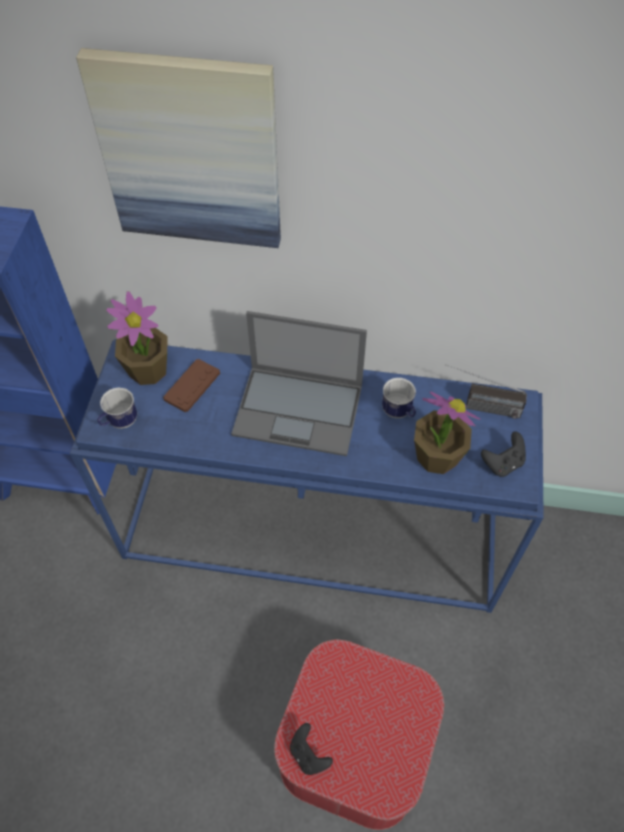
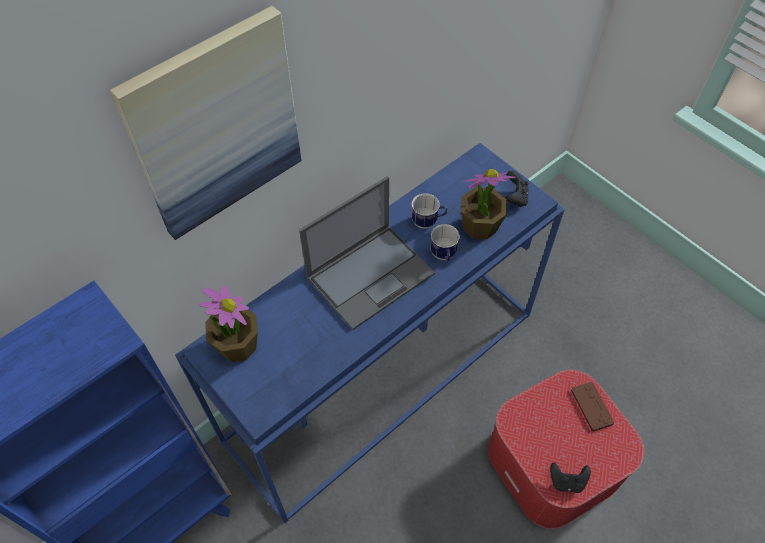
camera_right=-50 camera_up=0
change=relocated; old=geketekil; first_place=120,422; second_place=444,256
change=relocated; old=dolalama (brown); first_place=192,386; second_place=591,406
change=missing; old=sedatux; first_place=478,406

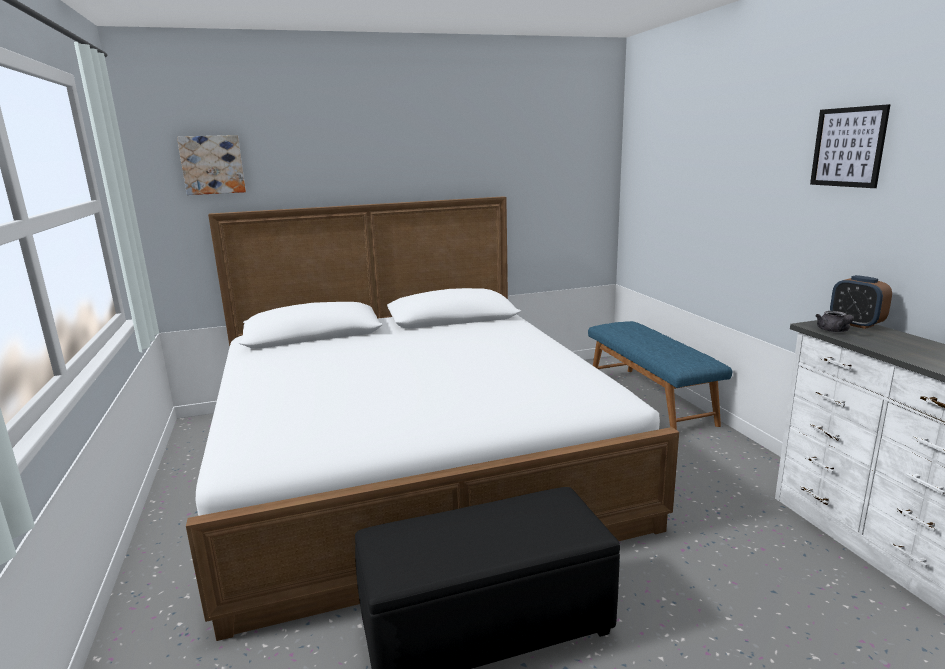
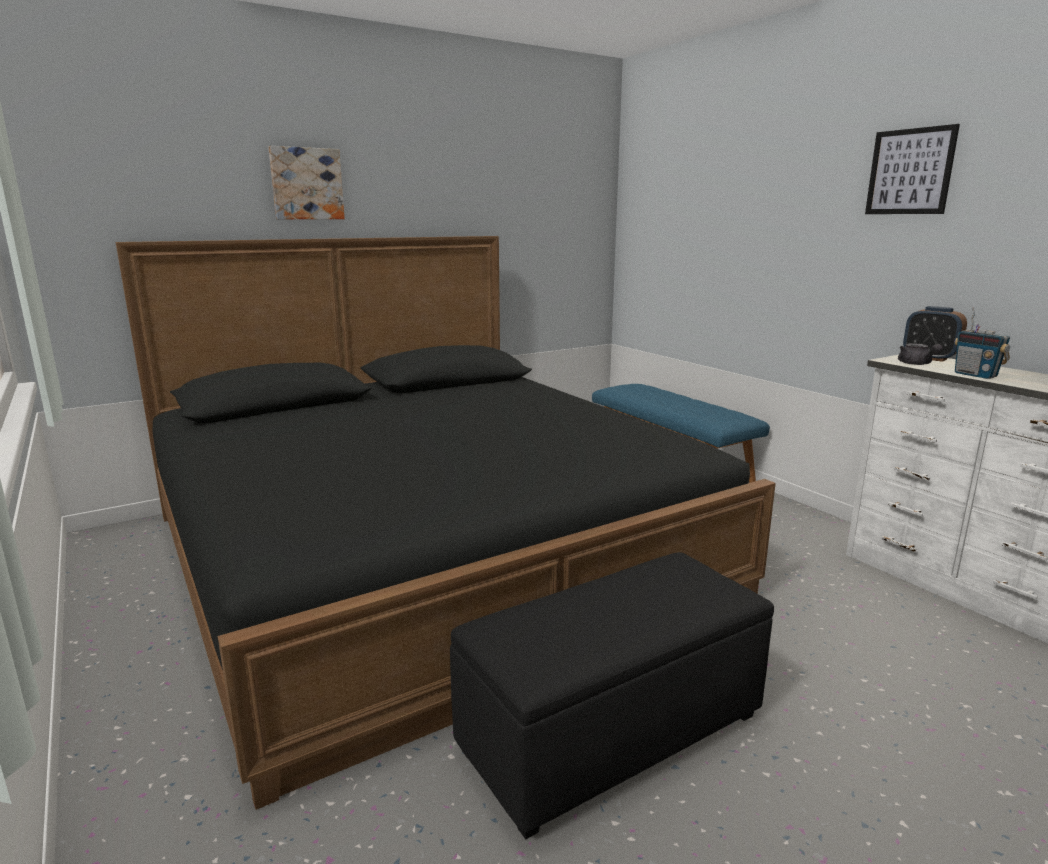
camera_right=-15 camera_up=0
change=relocated; old=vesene; first_place=212,165; second_place=306,184
change=colour; old=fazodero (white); new=fazodero (black); first_place=411,459; second_place=425,553
change=appeared; new=sedatux; second_place=975,375

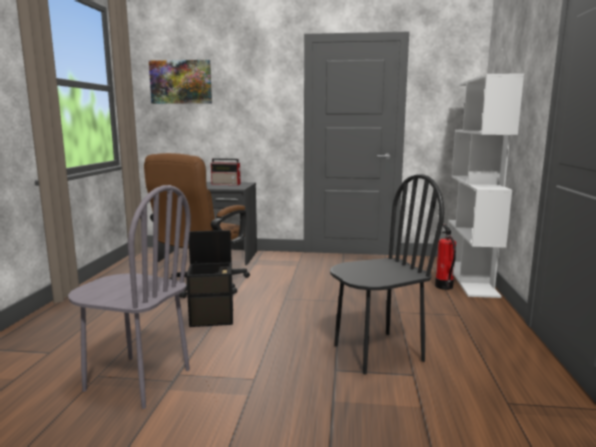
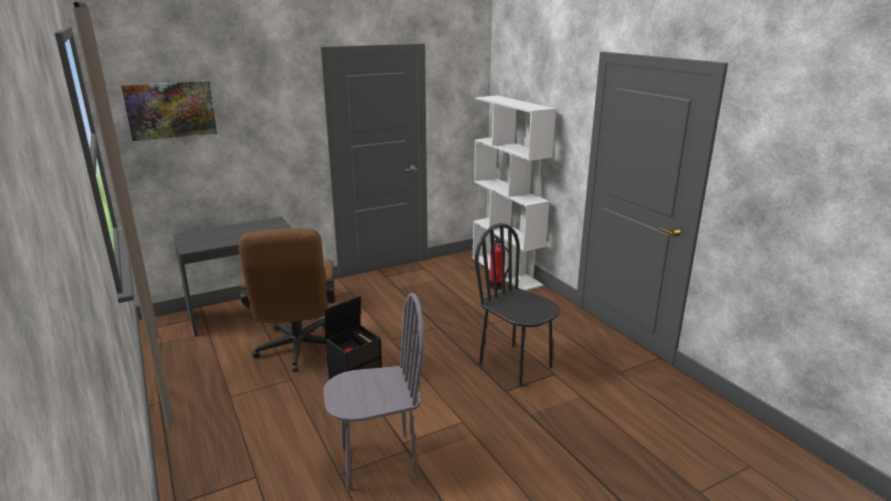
camera_right=-35 camera_up=10
change=missing; old=sedatux; first_place=227,184
change=spun; old=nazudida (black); first_place=377,352; second_place=515,365; degrees=-75

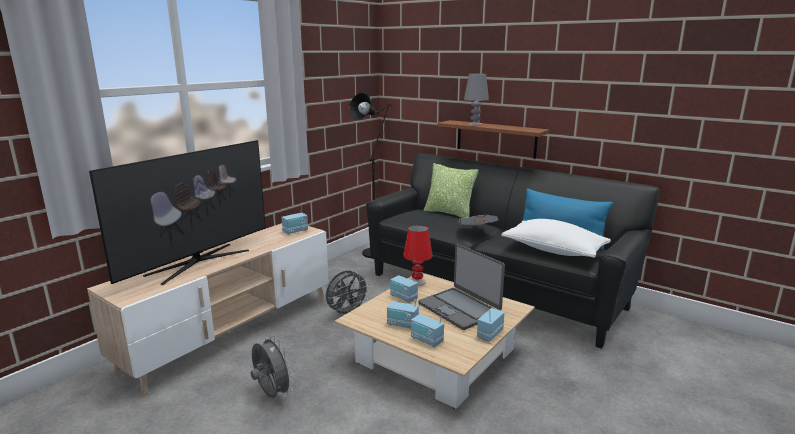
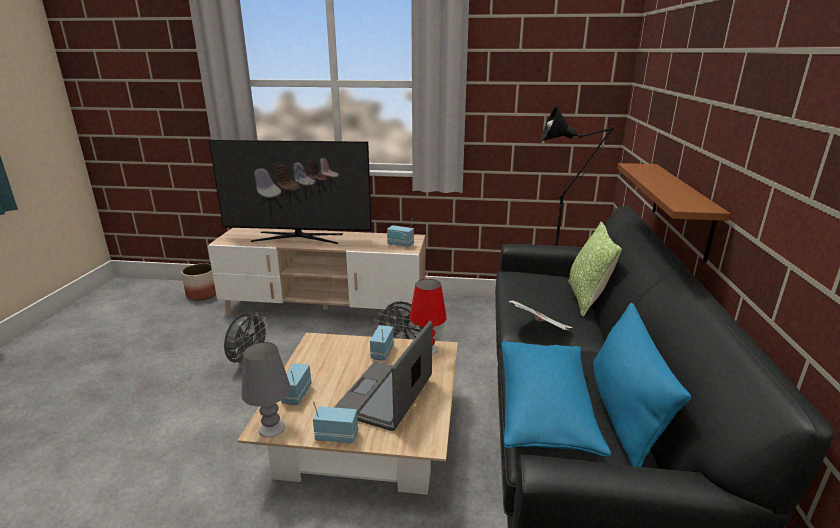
camera_right=60 camera_up=5
change=missing; old=sedatux; first_place=402,325
change=relocated; old=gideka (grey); first_place=475,124; second_place=272,428
change=colour; old=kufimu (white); new=kufimu (blue); first_place=554,250; second_place=544,410
change=appeared; new=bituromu; second_place=203,294

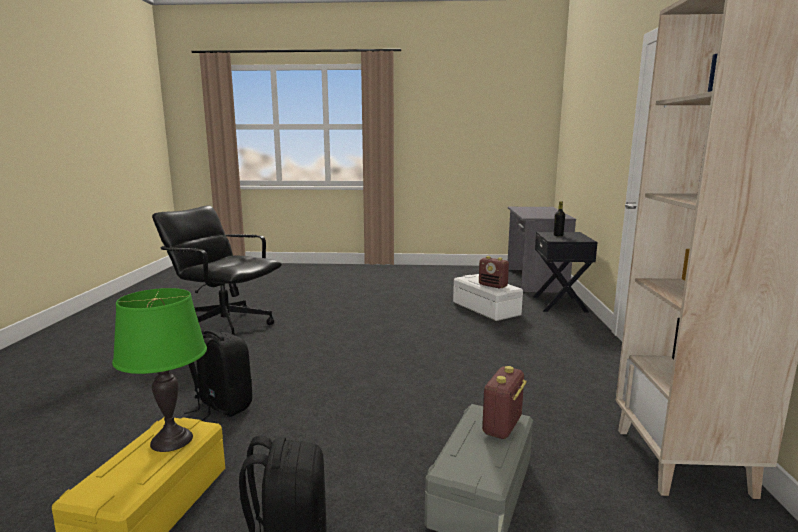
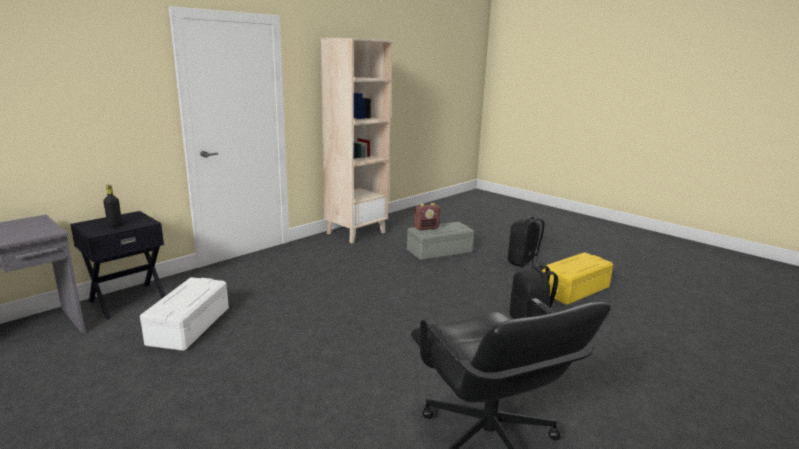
camera_right=-140 camera_up=5
change=missing; old=gideka (green); first_place=172,440
change=missing; old=sedatux; first_place=493,286

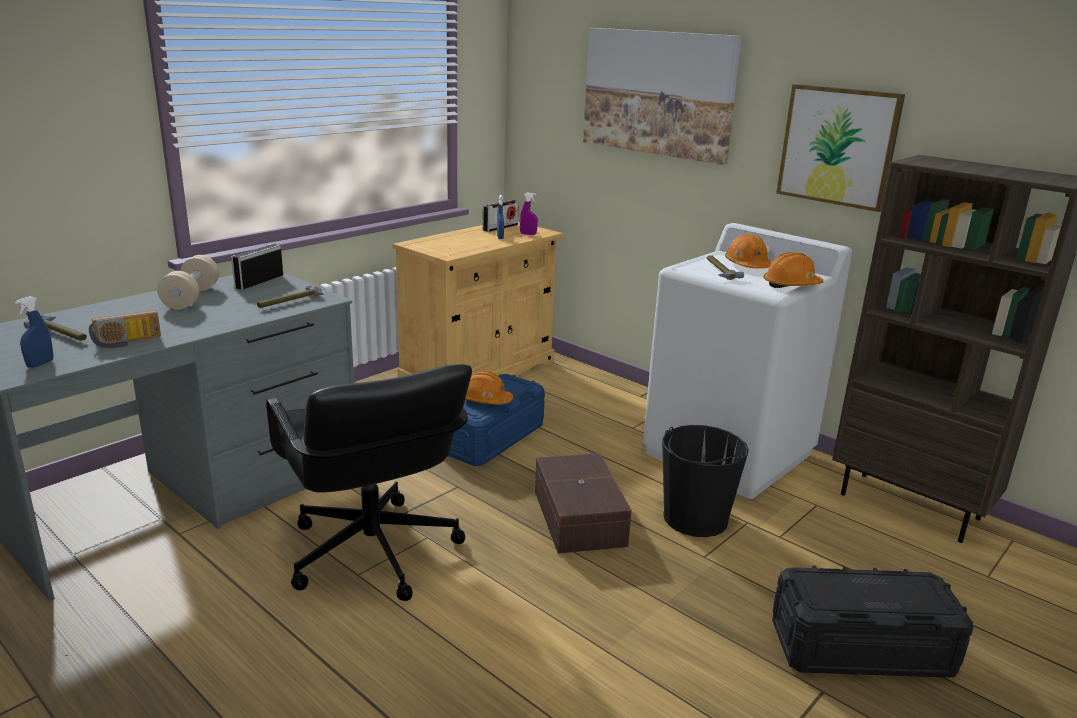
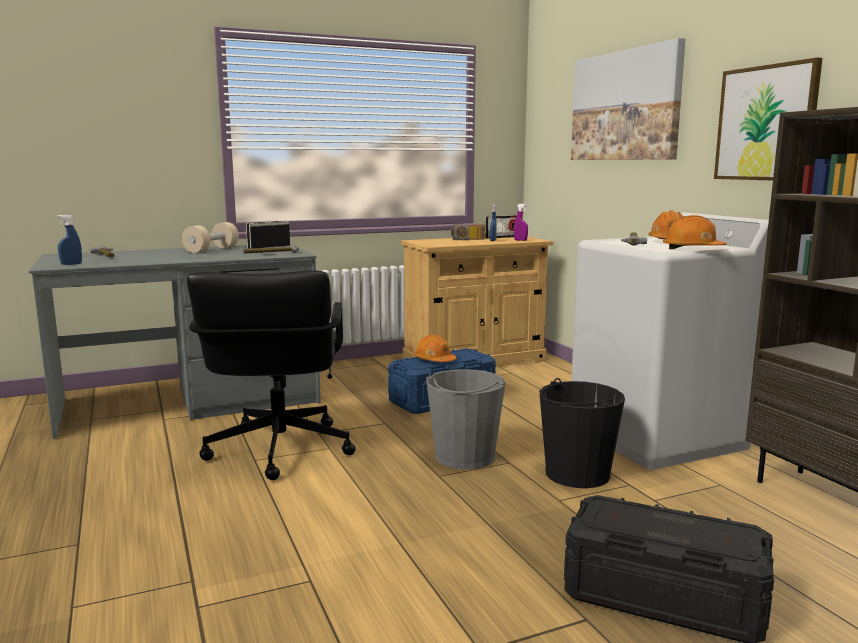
camera_right=25 camera_up=-10
change=relocated; old=sedatux; first_place=127,342; second_place=468,239
change=exchanged; old=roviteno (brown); new=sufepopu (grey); first_place=577,518; second_place=464,456

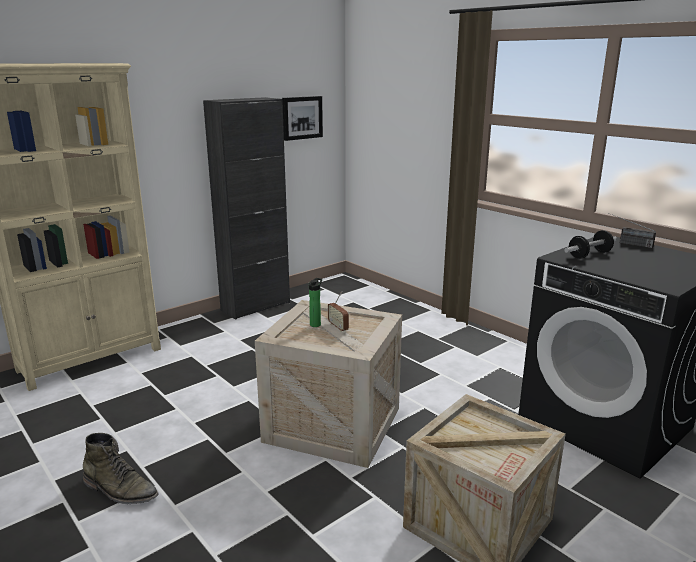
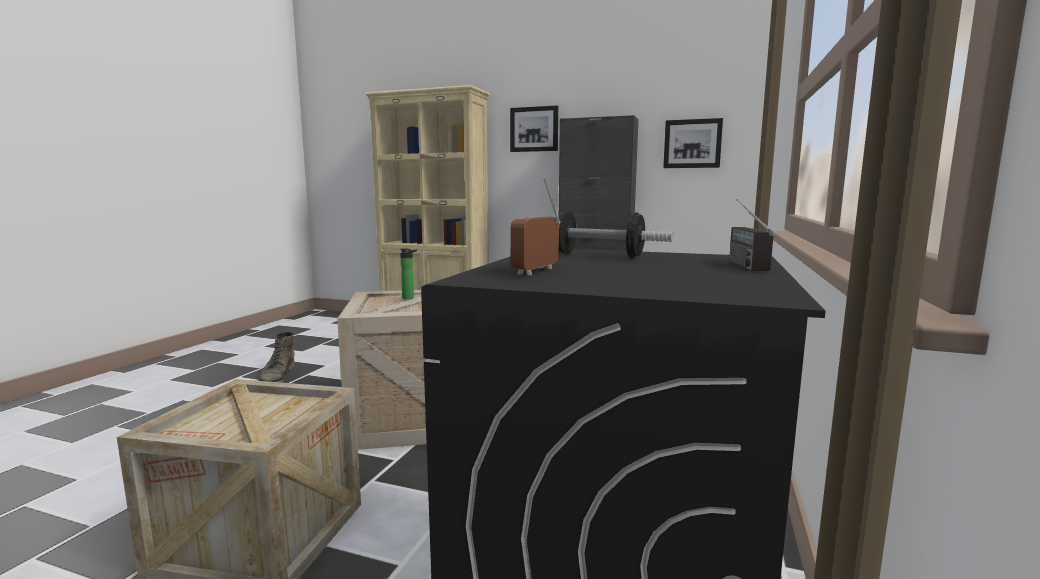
camera_right=60 camera_up=-10
change=relocated; old=sedatux; first_place=338,327; second_place=536,271
change=appeared; new=vesene; second_place=534,129

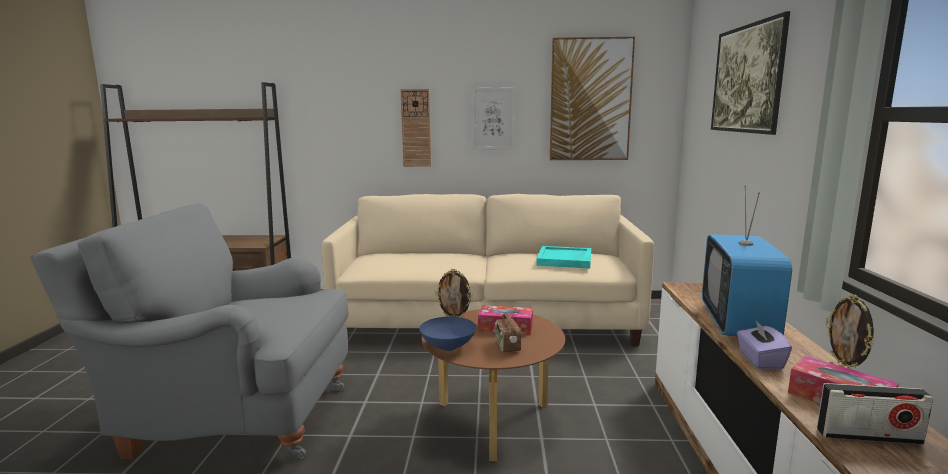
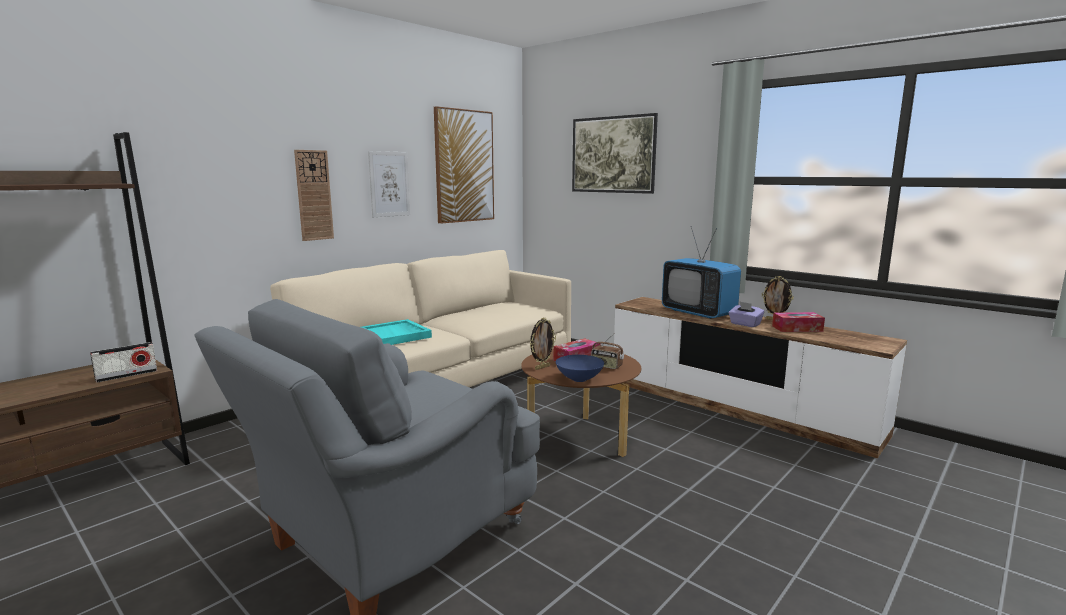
camera_right=-50 camera_up=0
change=relocated; old=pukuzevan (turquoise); first_place=565,260; second_place=395,336
change=relocated; old=sedatux; first_place=868,436; second_place=126,375

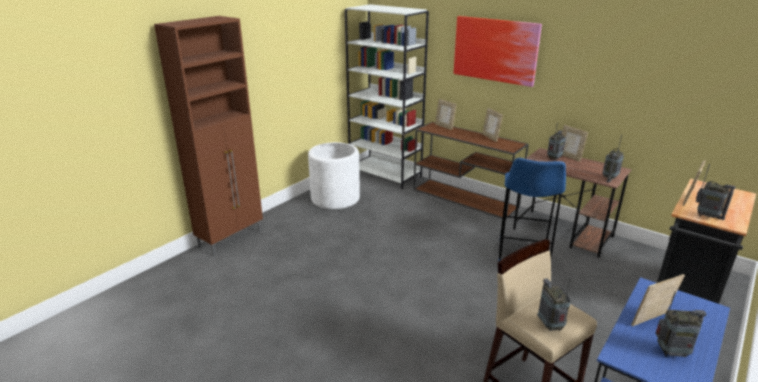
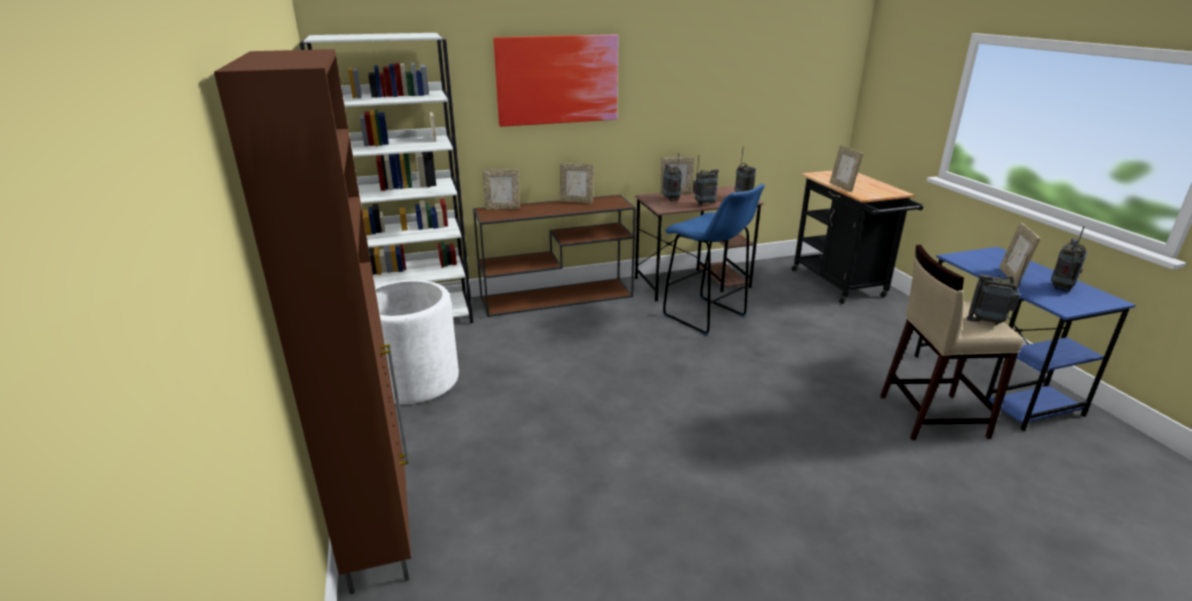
camera_right=-55 camera_up=0
change=relocated; old=sedatux; first_place=707,216; second_place=704,204

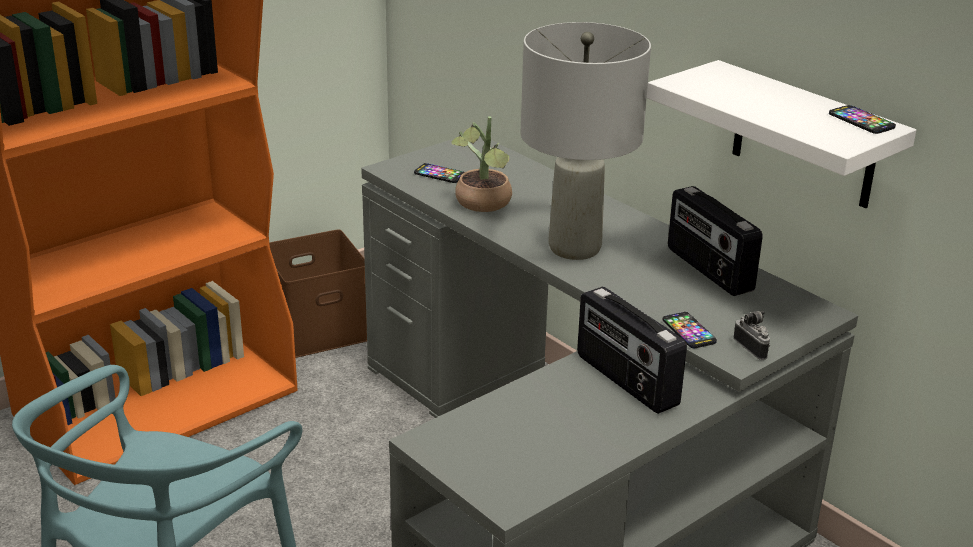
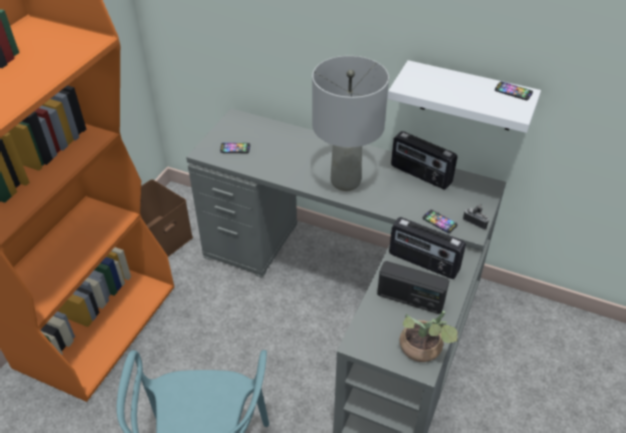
camera_right=-25 camera_up=15
change=relocated; old=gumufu; first_place=483,205; second_place=423,351
change=appeared; new=sedatux; second_place=410,299

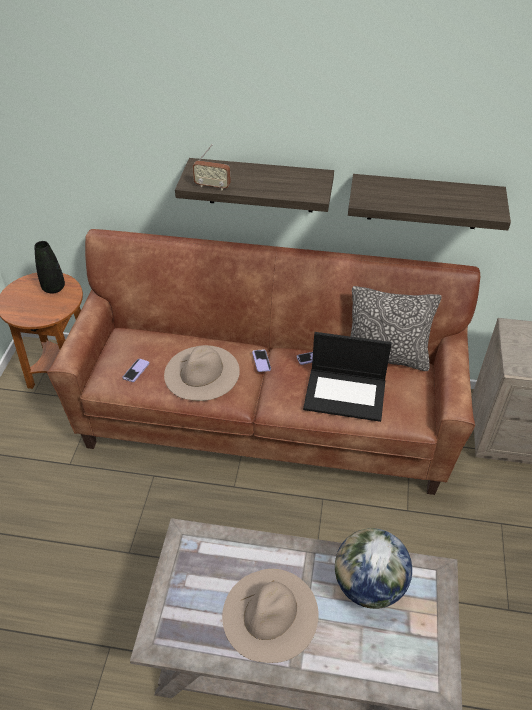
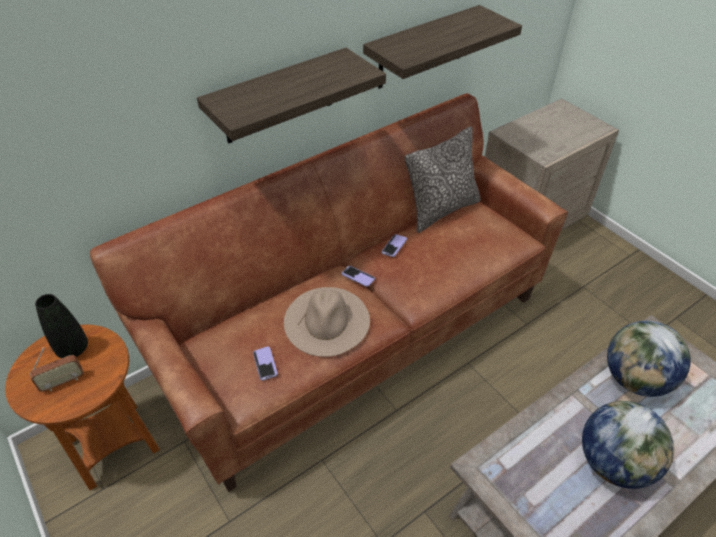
camera_right=-45 camera_up=0
change=relocated; old=sedatux; first_place=212,186; second_place=63,382
change=exchanged; old=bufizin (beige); new=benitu; first_place=270,614; second_place=613,463
change=missing; old=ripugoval; first_place=346,394

